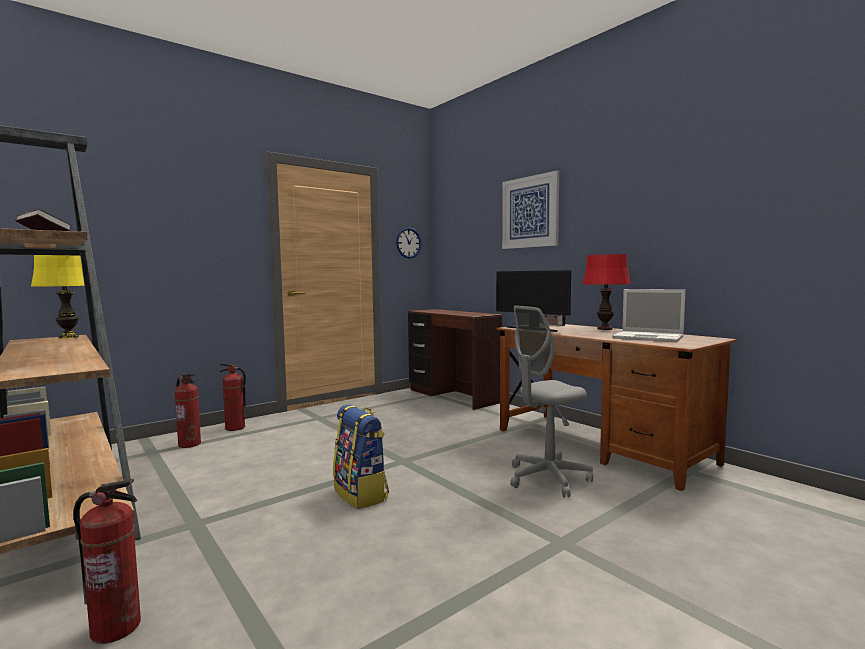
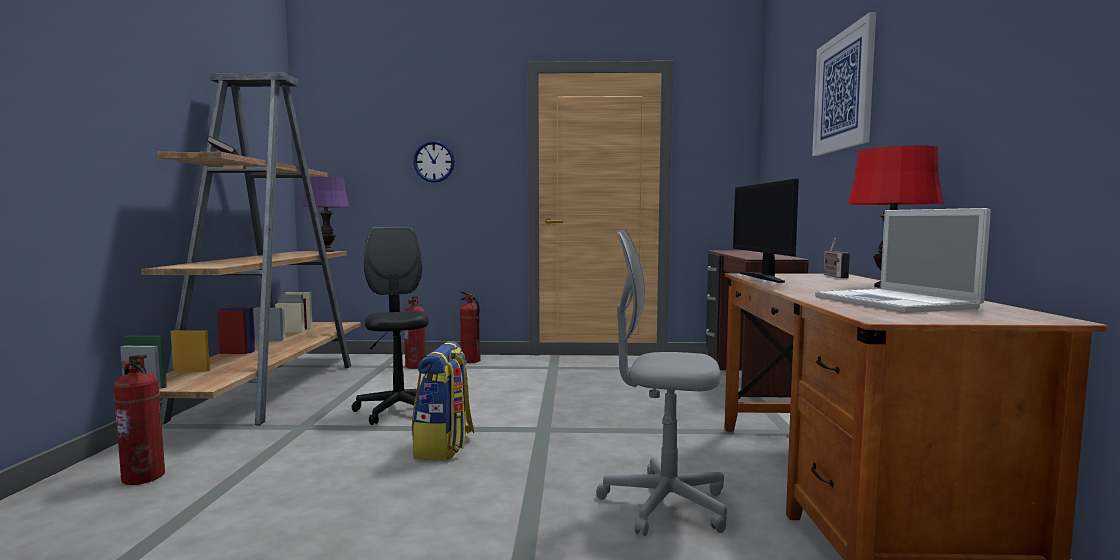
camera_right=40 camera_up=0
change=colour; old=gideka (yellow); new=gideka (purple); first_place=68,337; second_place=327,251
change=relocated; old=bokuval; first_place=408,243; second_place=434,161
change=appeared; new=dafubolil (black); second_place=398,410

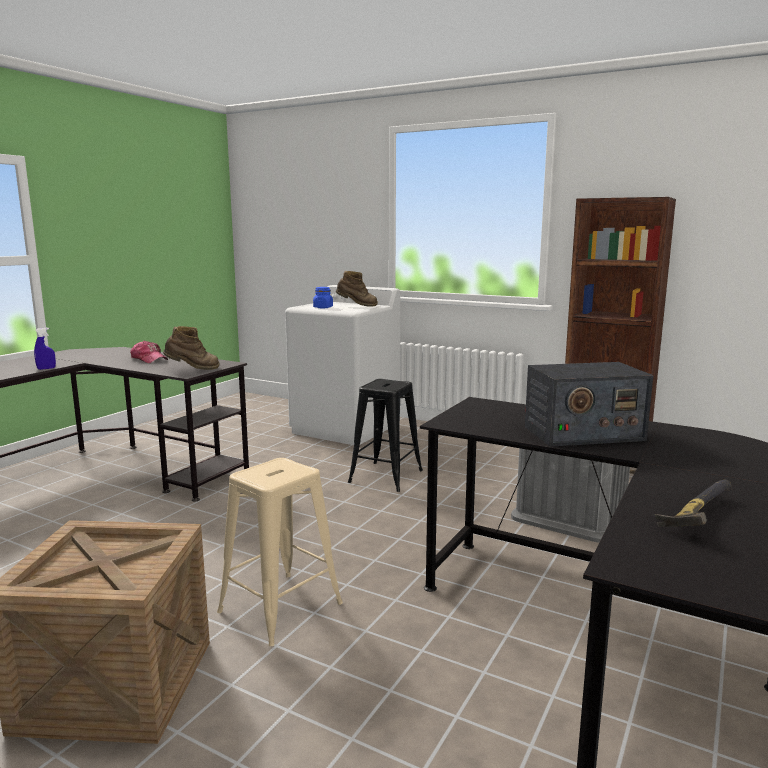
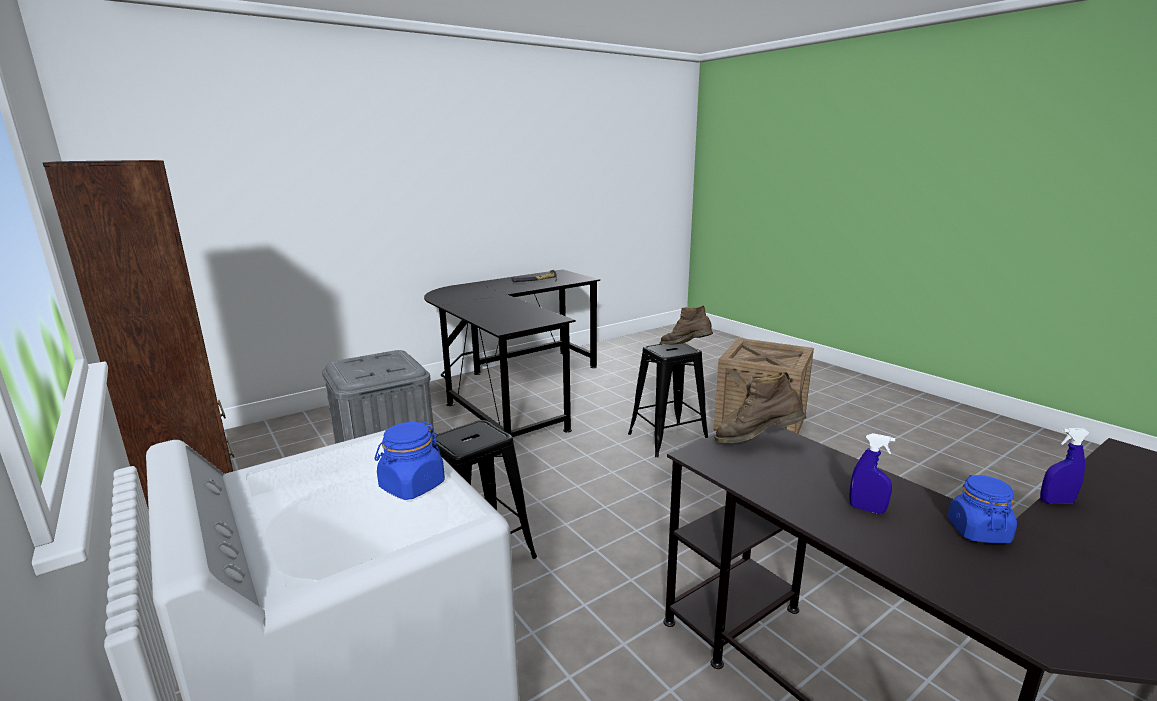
camera_right=-155 camera_up=5
change=exchanged; old=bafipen; new=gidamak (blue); first_place=149,359; second_place=866,509
change=colour; old=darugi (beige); new=darugi (black); first_place=280,608; second_place=668,439
change=relocated; old=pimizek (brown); first_place=357,306; second_place=685,348
change=missing; old=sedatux; first_place=582,433
change=appeared; new=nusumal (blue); second_place=977,531

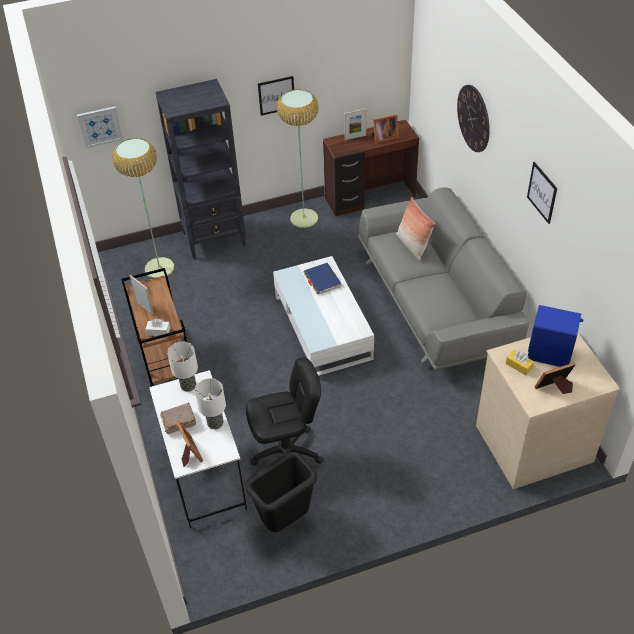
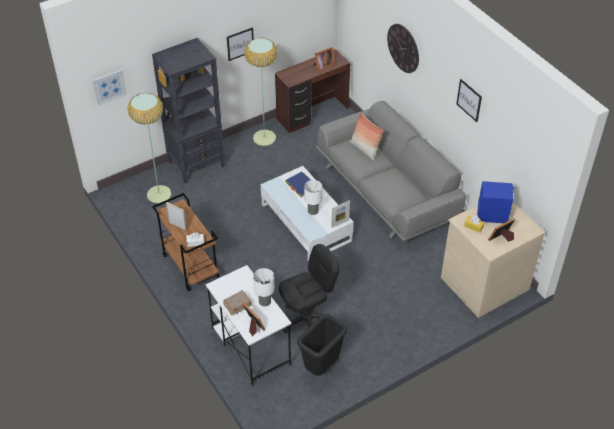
camera_right=-15 camera_up=0
change=relocated; old=gideka; first_place=189,385; second_place=313,211
change=relocated; old=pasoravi; first_place=355,137; second_place=340,223

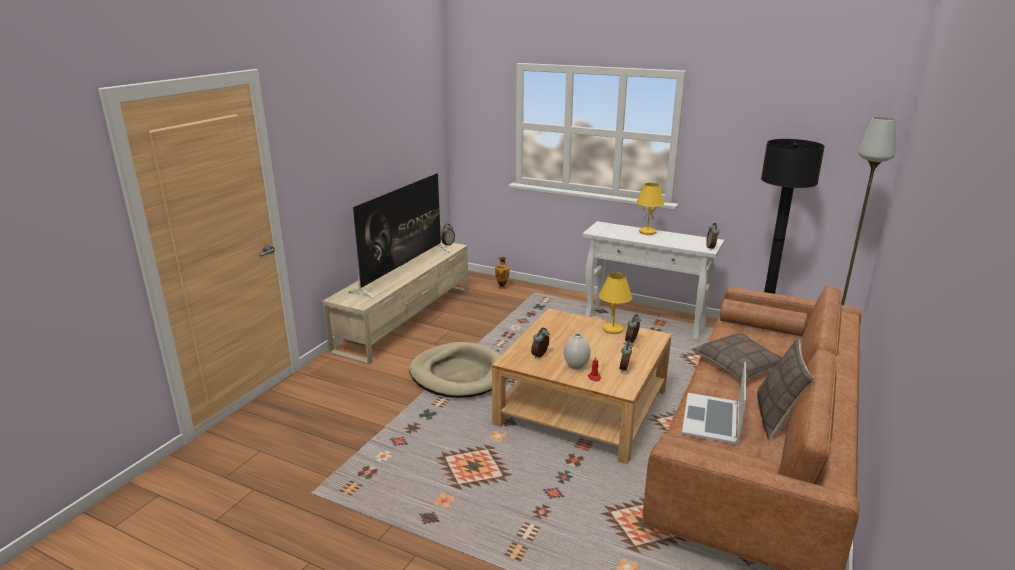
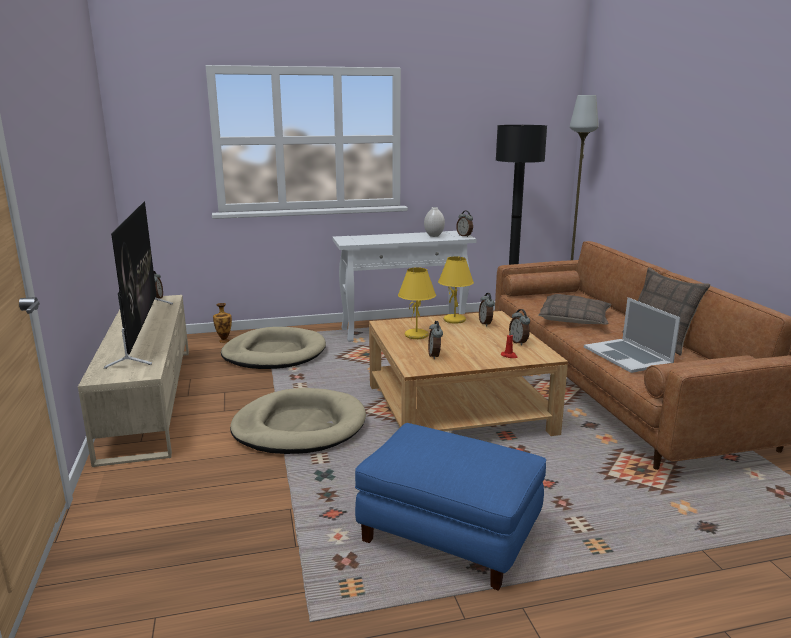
camera_right=-40 camera_up=-5
change=relocated; old=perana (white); first_place=576,366; second_place=434,236
change=relocated; old=gideka (yellow); first_place=647,232; second_place=416,335
change=appeared; new=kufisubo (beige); second_place=274,353
change=appeared; new=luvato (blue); second_place=448,534

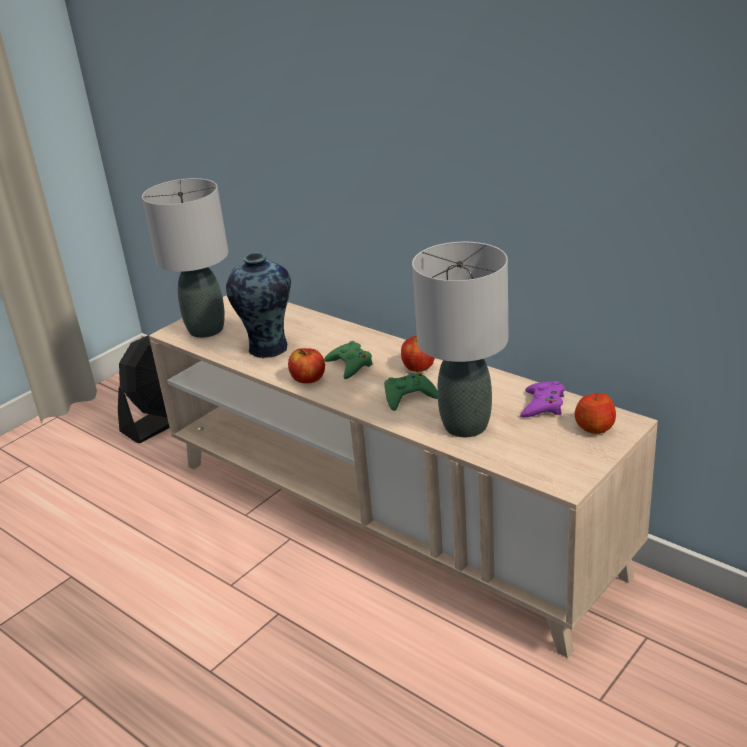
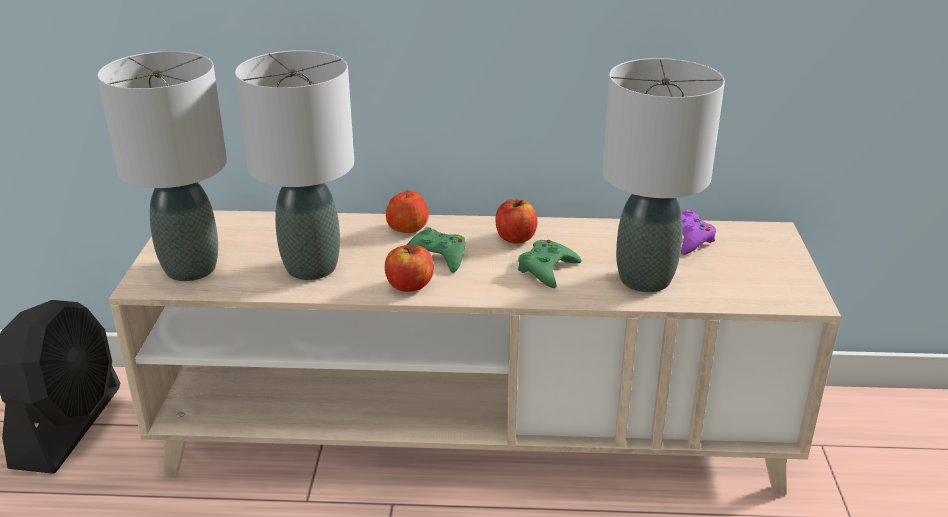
camera_right=-40 camera_up=0
change=exchanged; old=perana; new=gideka (grey); first_place=268,349; second_place=311,268
change=relocated; old=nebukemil; first_place=594,427; second_place=408,228

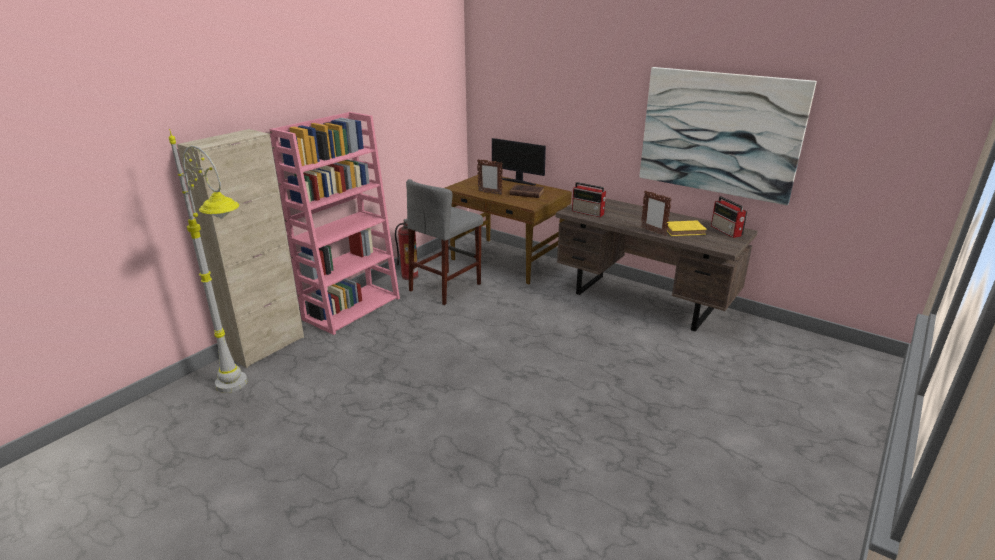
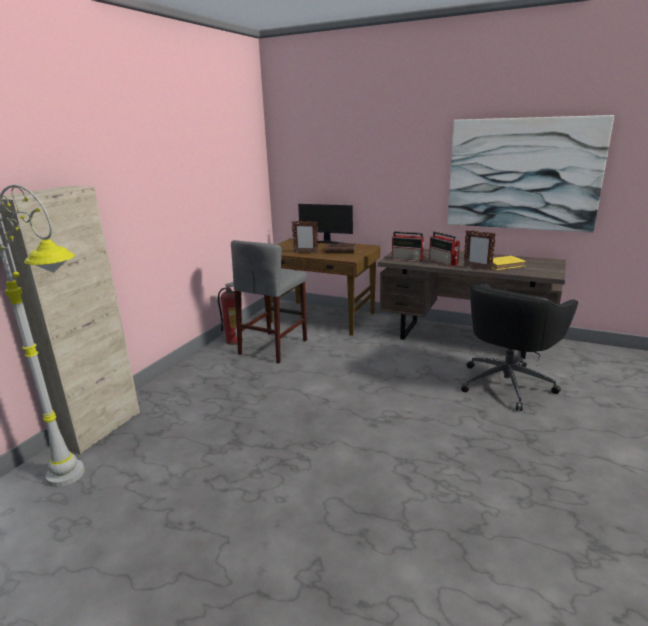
camera_right=-10 camera_up=-5
change=missing; old=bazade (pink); first_place=352,308
change=relocated; old=sedatux; first_place=726,231; second_place=443,262
change=appeared; new=dafubolil (black); second_place=507,383

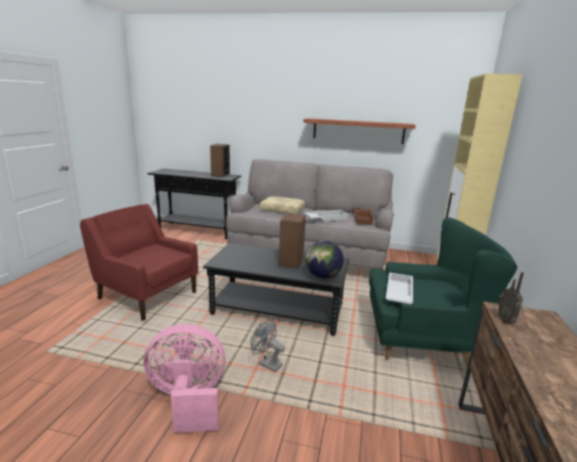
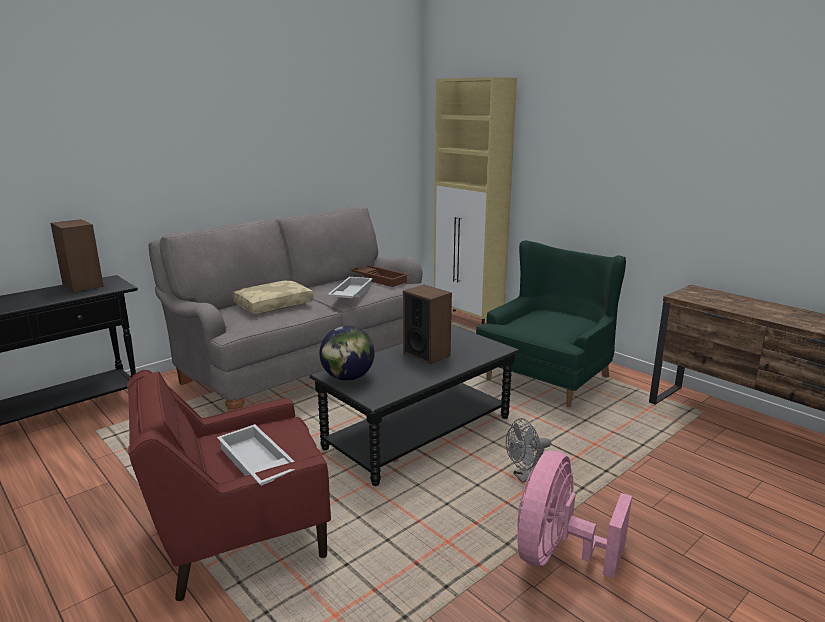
camera_right=-55 camera_up=0
change=missing; old=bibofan; first_place=358,131
change=relocated; old=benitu; first_place=322,276; second_place=347,378
change=relocated; old=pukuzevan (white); first_place=398,293; second_place=256,463
change=missing; old=sedatux; first_place=506,321

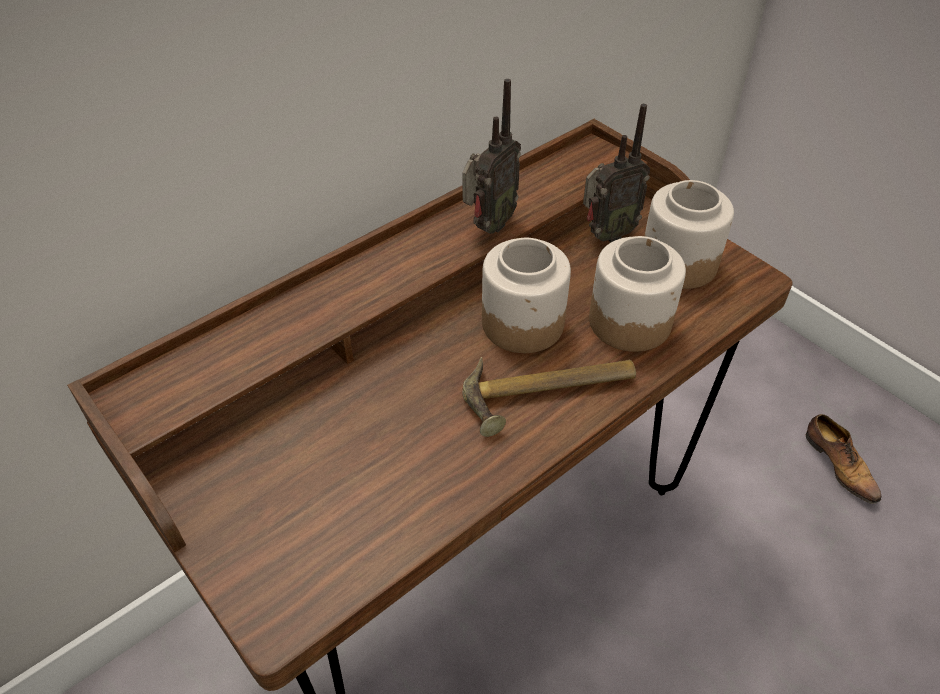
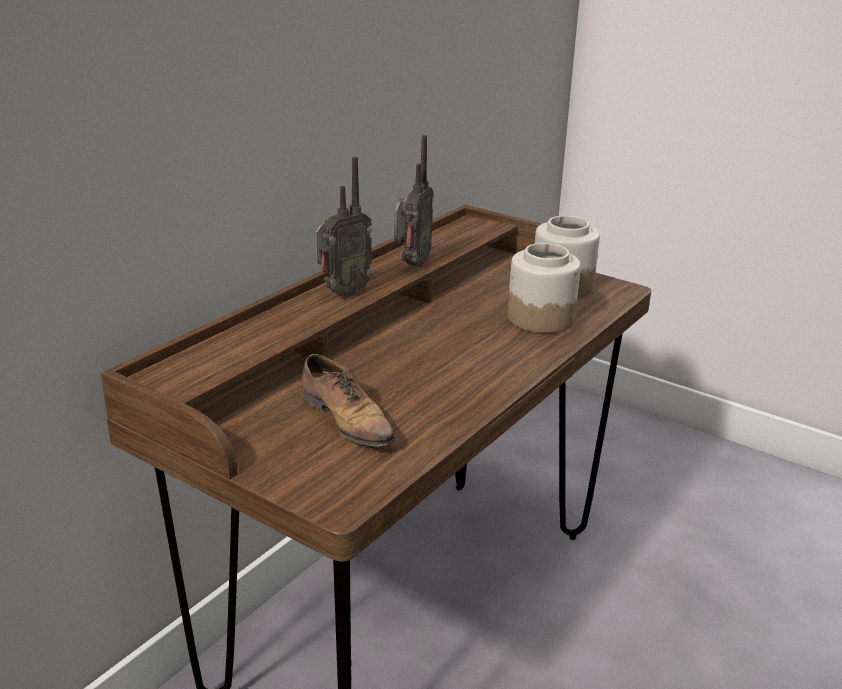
camera_right=-15 camera_up=-20
change=missing; old=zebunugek; first_place=550,395
change=missing; old=nusumal; first_place=523,323
change=relocated; old=sedatux; first_place=606,234; second_place=342,292
change=relocated; old=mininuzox; first_place=839,465; second_place=347,420

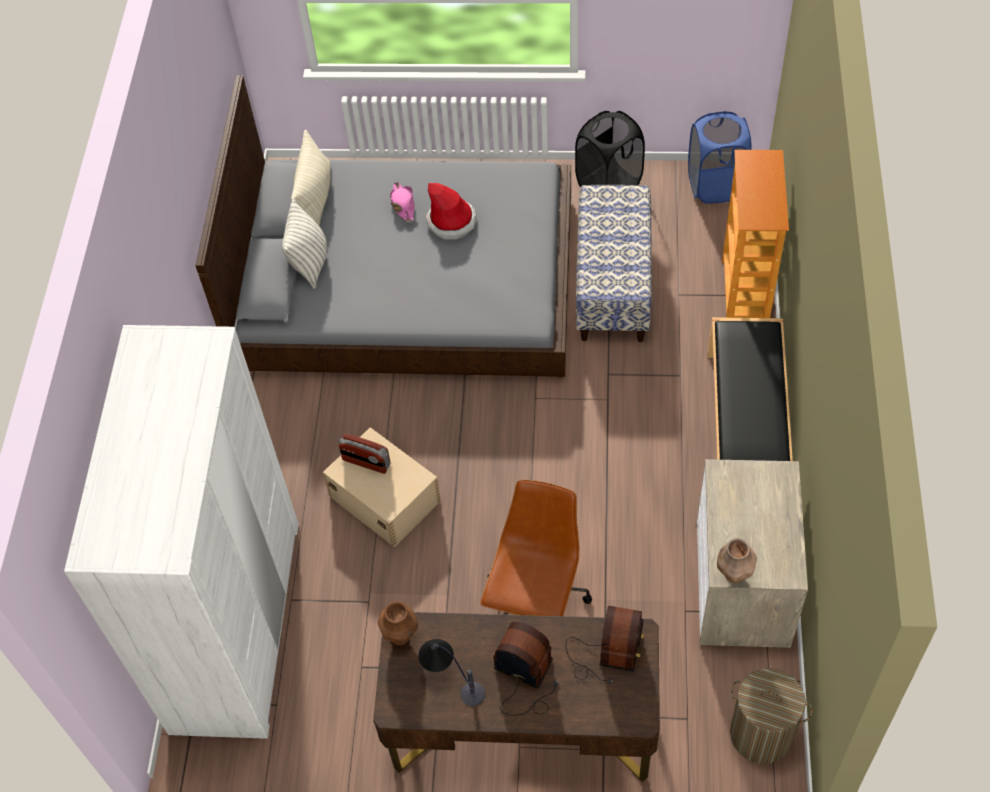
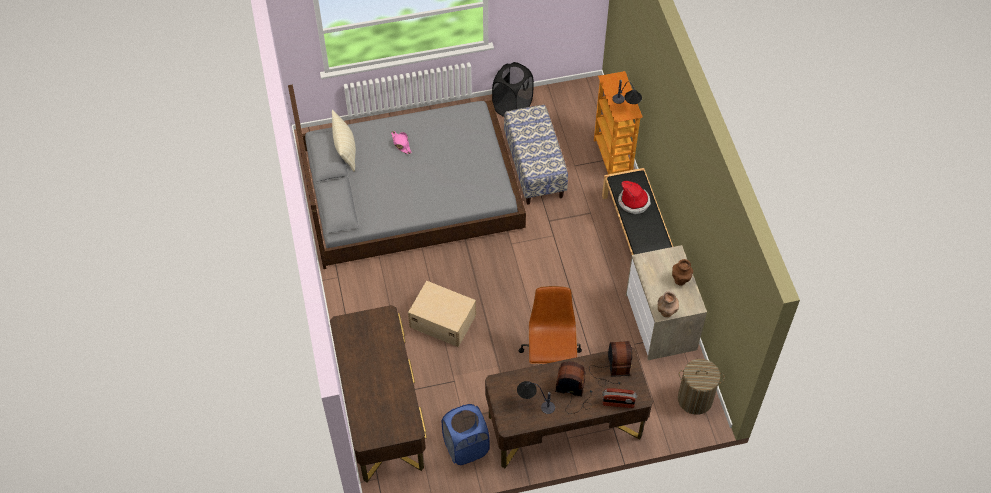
camera_right=-20 camera_up=0
change=exchanged; old=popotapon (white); new=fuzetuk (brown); first_place=236,625; second_place=381,412
change=missing; old=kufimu; first_place=309,263
change=relocated; old=sedatux; first_place=366,462; second_place=618,403
change=relocated; old=perana (brown); first_place=400,635; second_place=680,280
change=relocated; old=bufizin; first_place=451,221; second_place=634,202
change=relocated; old=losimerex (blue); first_place=716,185; second_place=466,447
change=appeared; new=gideka; second_place=626,106

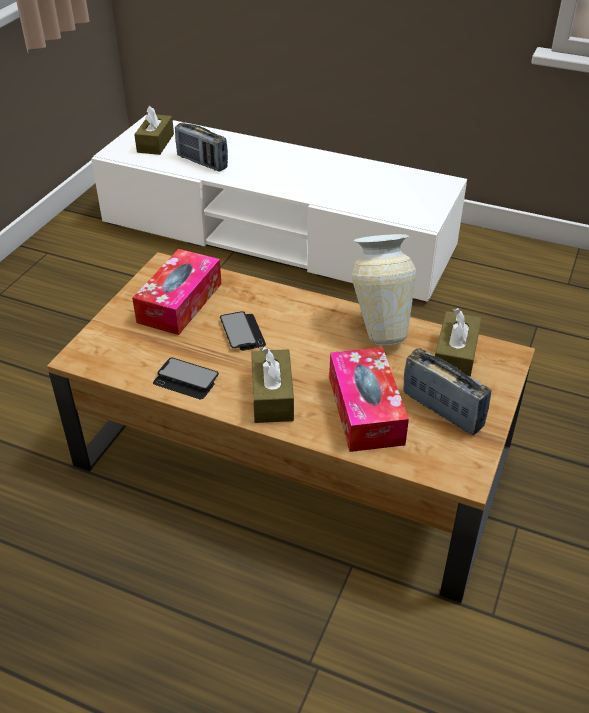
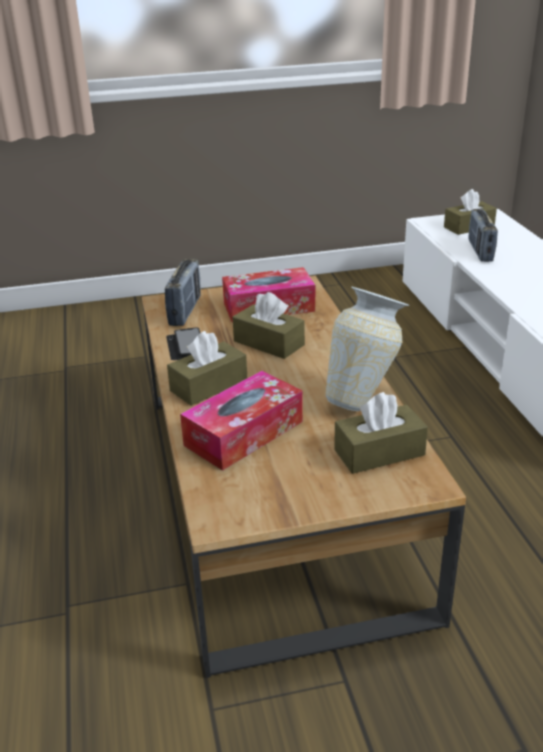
camera_right=55 camera_up=-10
change=exchanged; old=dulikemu; new=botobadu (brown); first_place=242,332; second_place=269,343
change=relocated; old=sedatux; first_place=442,410; second_place=185,311

